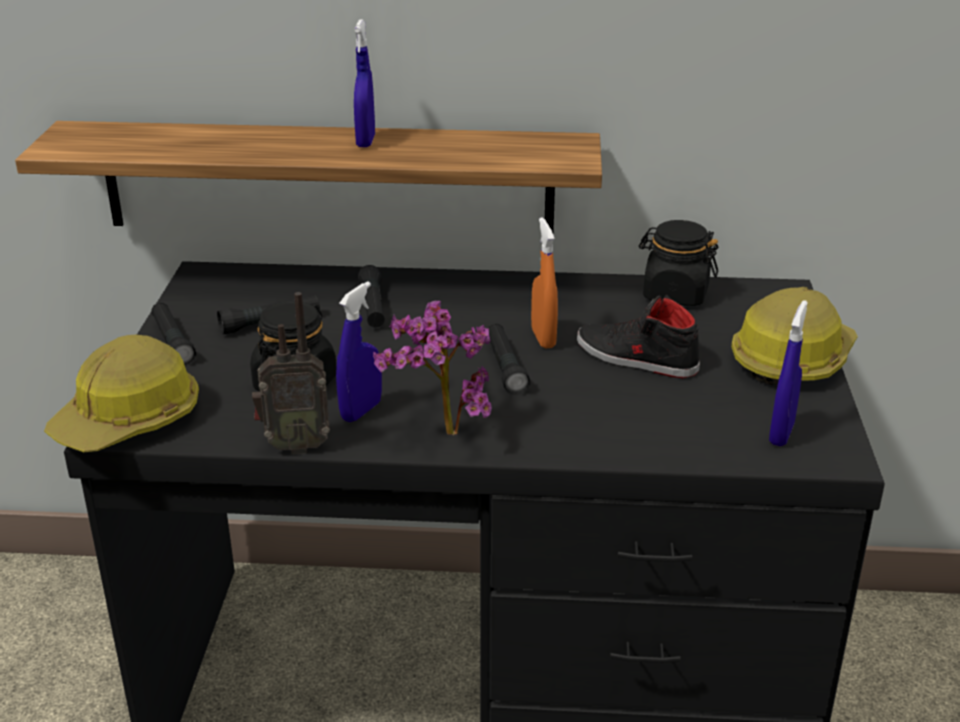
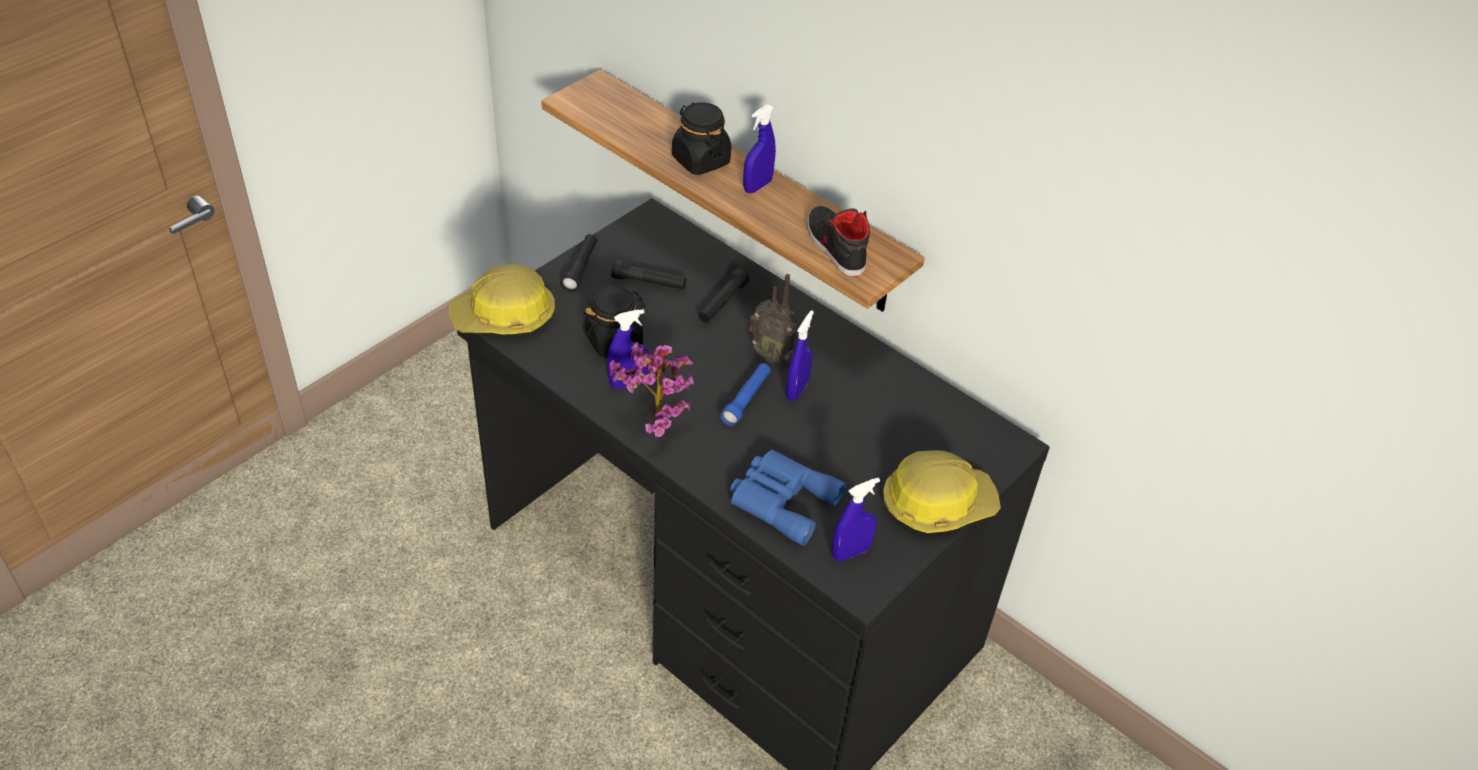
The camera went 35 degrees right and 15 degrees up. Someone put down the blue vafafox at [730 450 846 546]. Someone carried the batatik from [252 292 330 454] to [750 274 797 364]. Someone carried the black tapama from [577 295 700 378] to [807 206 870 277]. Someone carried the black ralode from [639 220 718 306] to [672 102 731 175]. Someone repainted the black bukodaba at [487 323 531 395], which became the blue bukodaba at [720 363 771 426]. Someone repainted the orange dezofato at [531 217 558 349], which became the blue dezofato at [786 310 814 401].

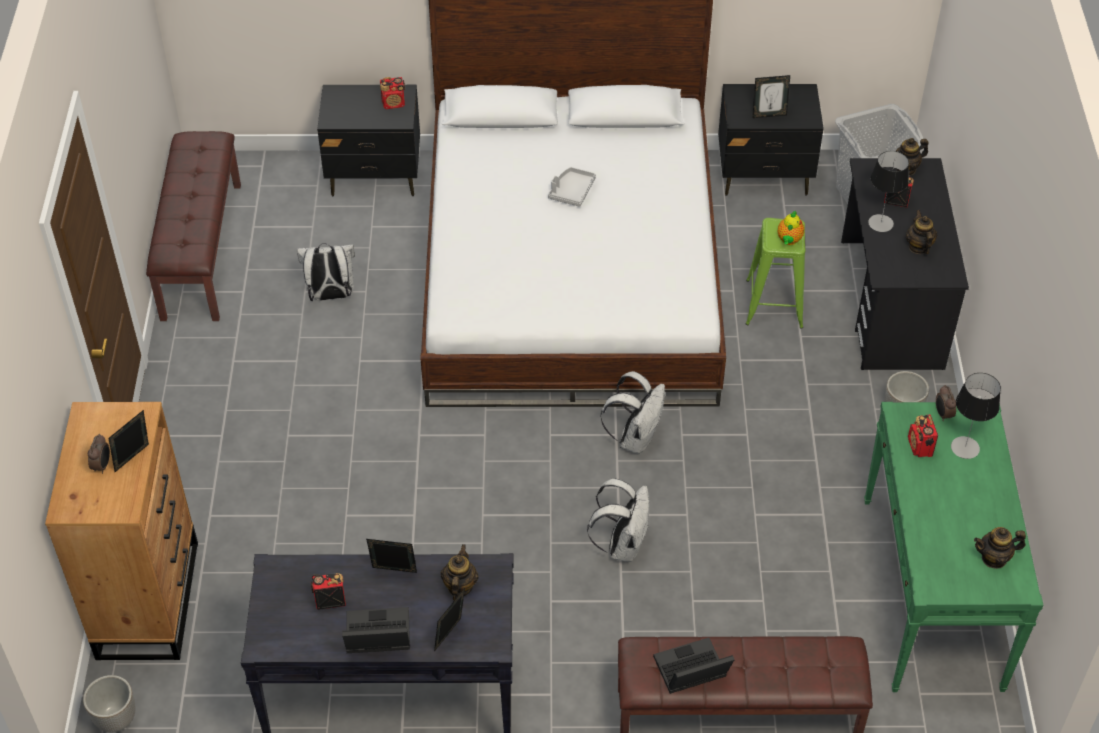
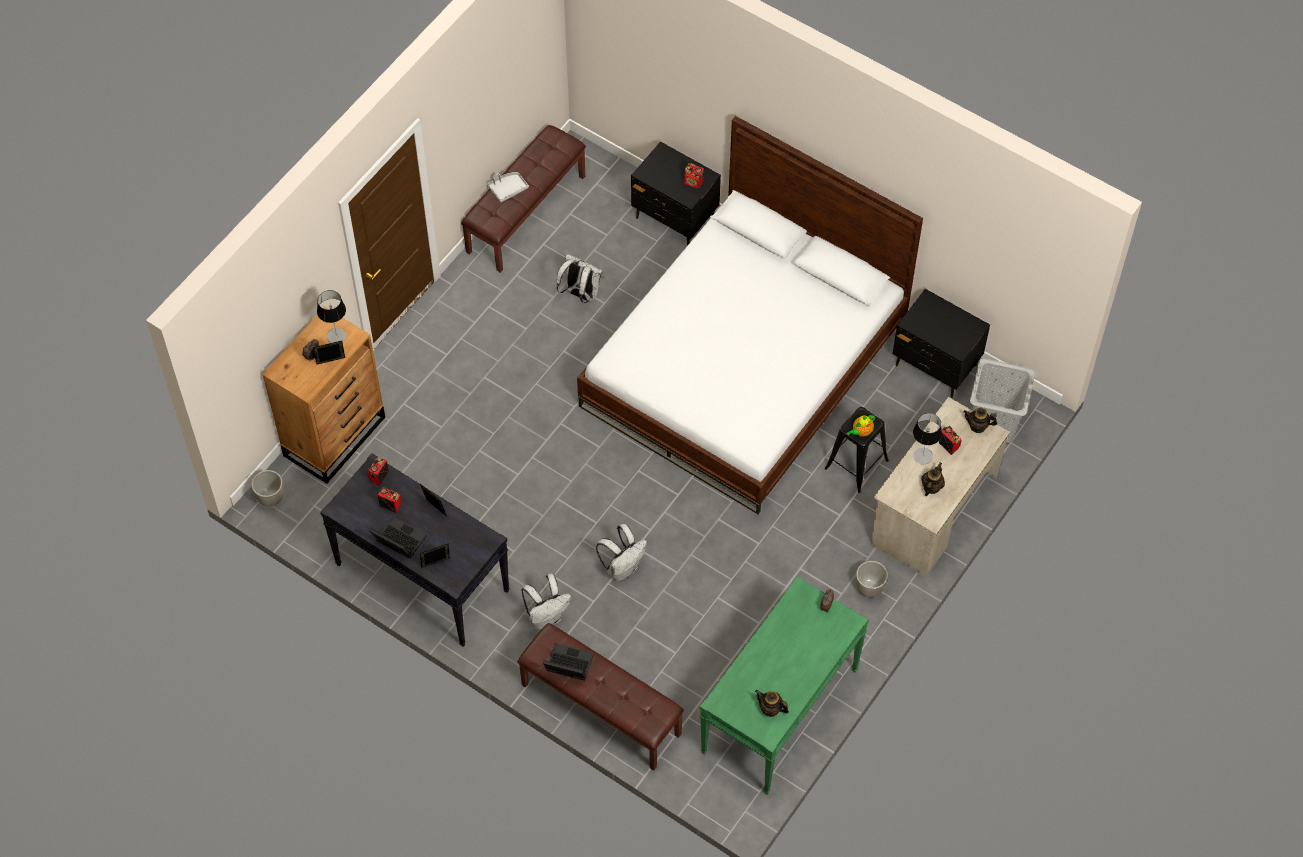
The camera went 35 degrees right and 10 degrees up. Someone took away the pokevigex at [441 544 479 600]. Someone took away the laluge at [752 75 790 118]. Someone carried the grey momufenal from [548 167 596 207] to [487 172 529 202]. Someone carried the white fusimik from [600 371 665 454] to [521 574 571 629]. Someone carried the batatik from [908 415 938 457] to [368 457 389 486]. Someone carried the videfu from [951 373 1001 459] to [317 290 346 343]. Someone repainted the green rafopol at [746 218 805 329], which became the black rafopol at [824 407 889 493]. Someone repainted the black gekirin at [841 158 969 370], which became the beige gekirin at [871 397 1010 577].

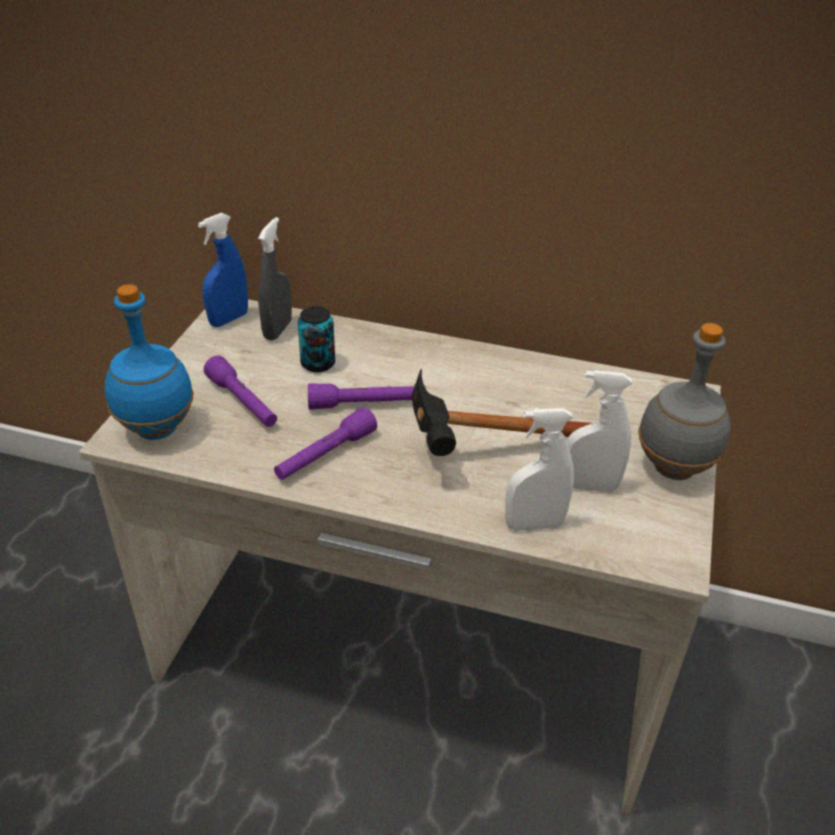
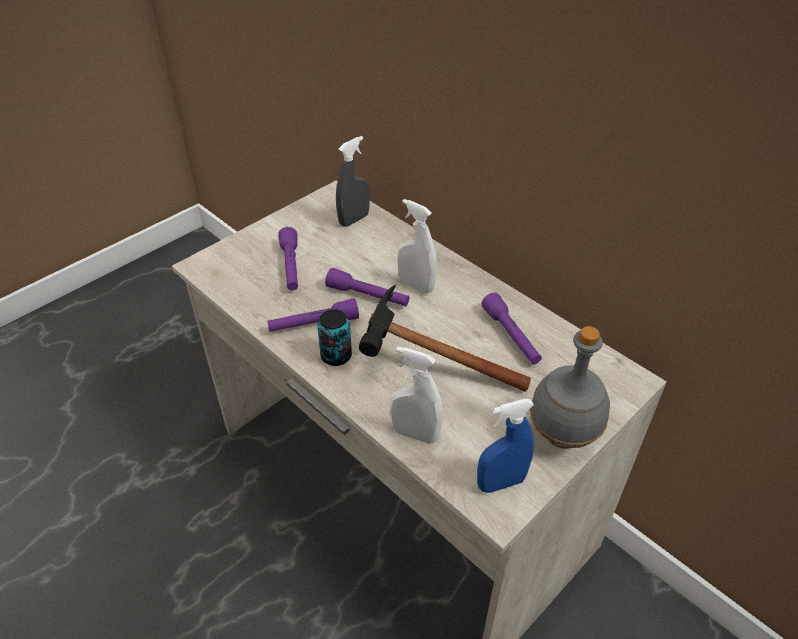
The camera went 30 degrees right and 5 degrees up. Someone took away the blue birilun at [105 284 194 440]. Someone put down the purple bukodaba at [481 293 542 364]. Someone carried the blue dezofato from [198 213 248 327] to [477 399 534 493]. Someone carried the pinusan from [298 306 335 372] to [317 309 352 366]. Someone carried the white dezofato from [567 370 632 492] to [398 199 437 294].

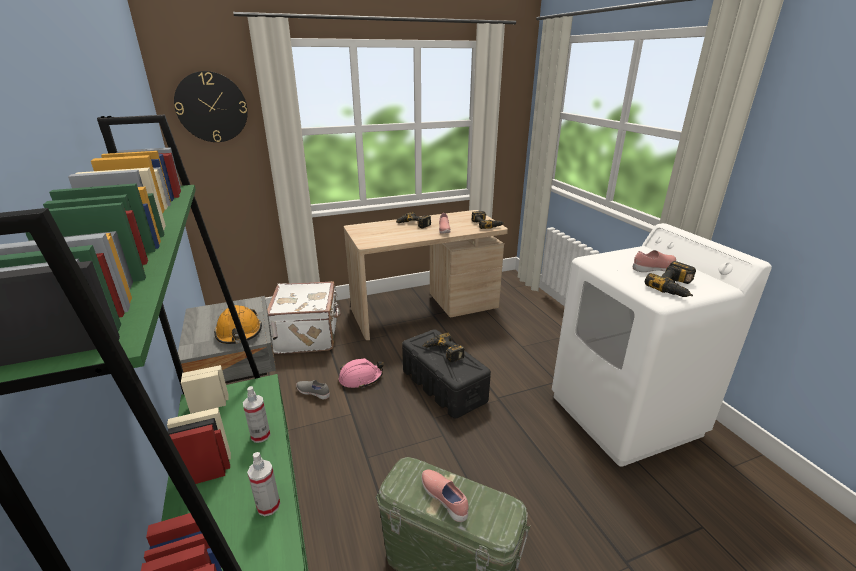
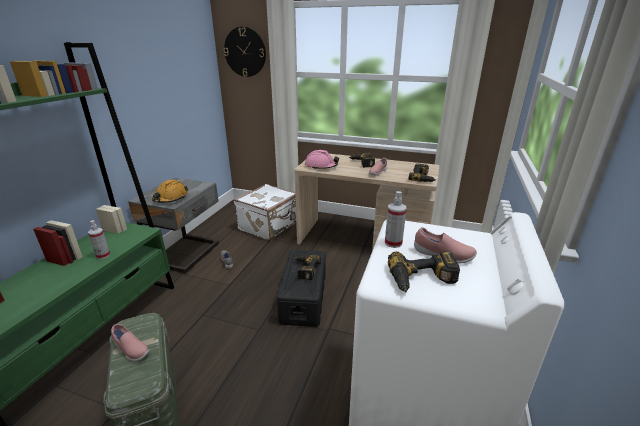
The camera went 40 degrees right and 0 degrees up. Someone carried the dezofato from [247 452 280 516] to [385 191 407 248]. Someone carried the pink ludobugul from [339 358 384 389] to [305 150 339 170]. Someone rotated the pink tapama at [421 470 469 522] by 120 degrees clockwise.

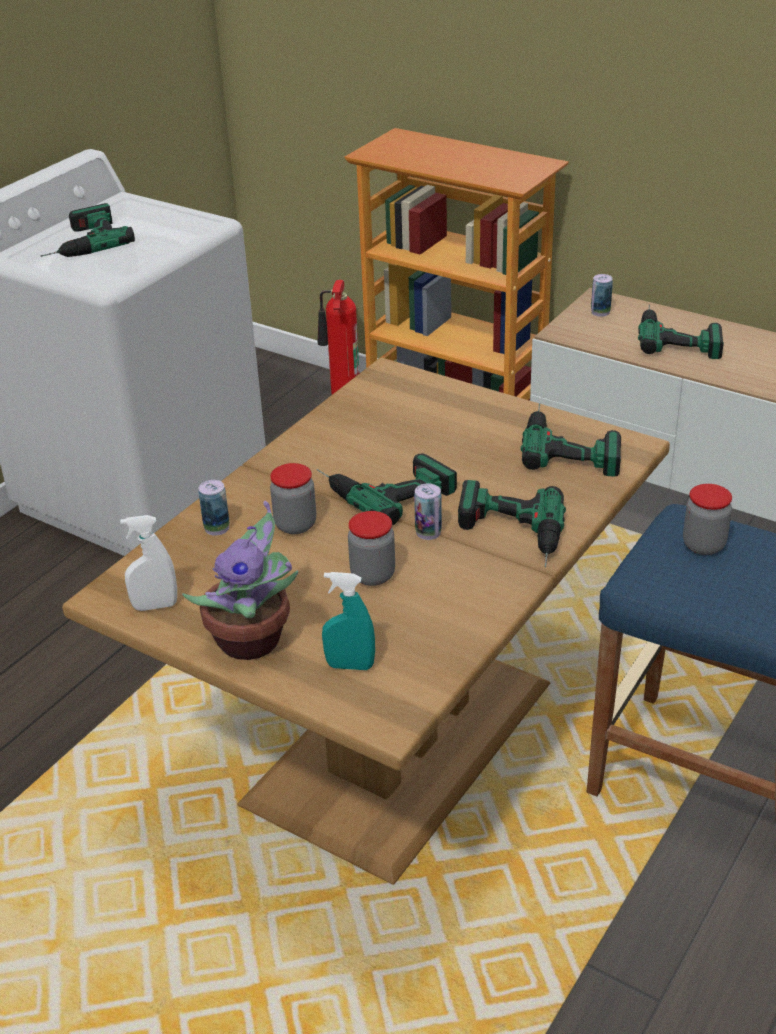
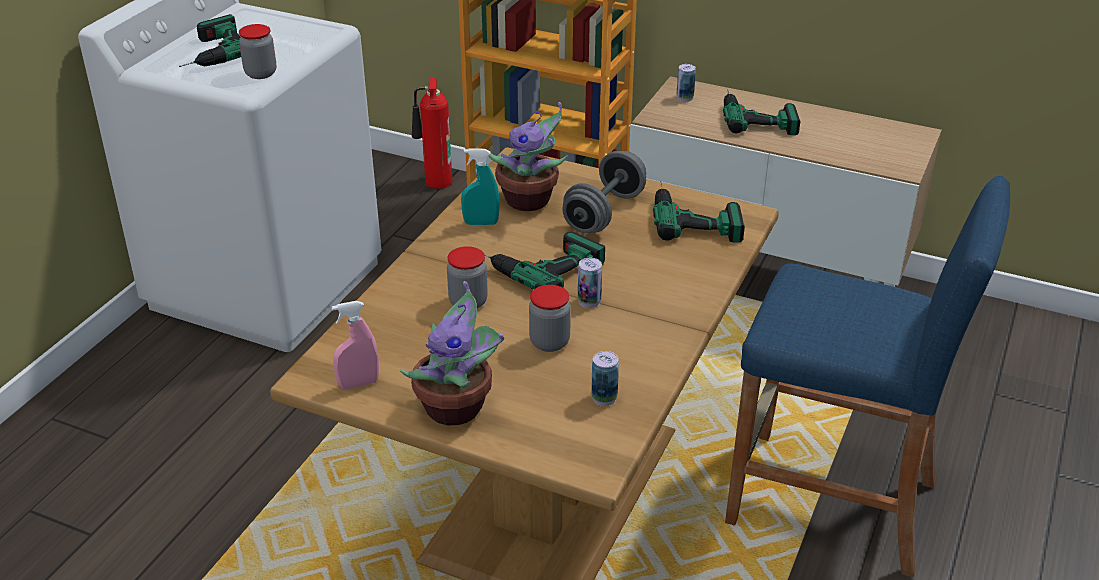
The camera went 10 degrees left and 0 degrees up. Someone took away the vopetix at [458 480 566 568]. Someone put down the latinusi at [489 102 568 211]. Someone put down the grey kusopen at [562 151 646 233]. Someone carried the pinusan from [199 480 230 536] to [591 351 619 406]. Someone carried the turquoise dezofato from [322 572 375 670] to [461 149 499 225]. Someone carried the ralode from [683 484 732 555] to [239 24 276 79]. Someone repainted the white dezofato at [120 515 177 611], which became the pink dezofato at [332 301 379 389].

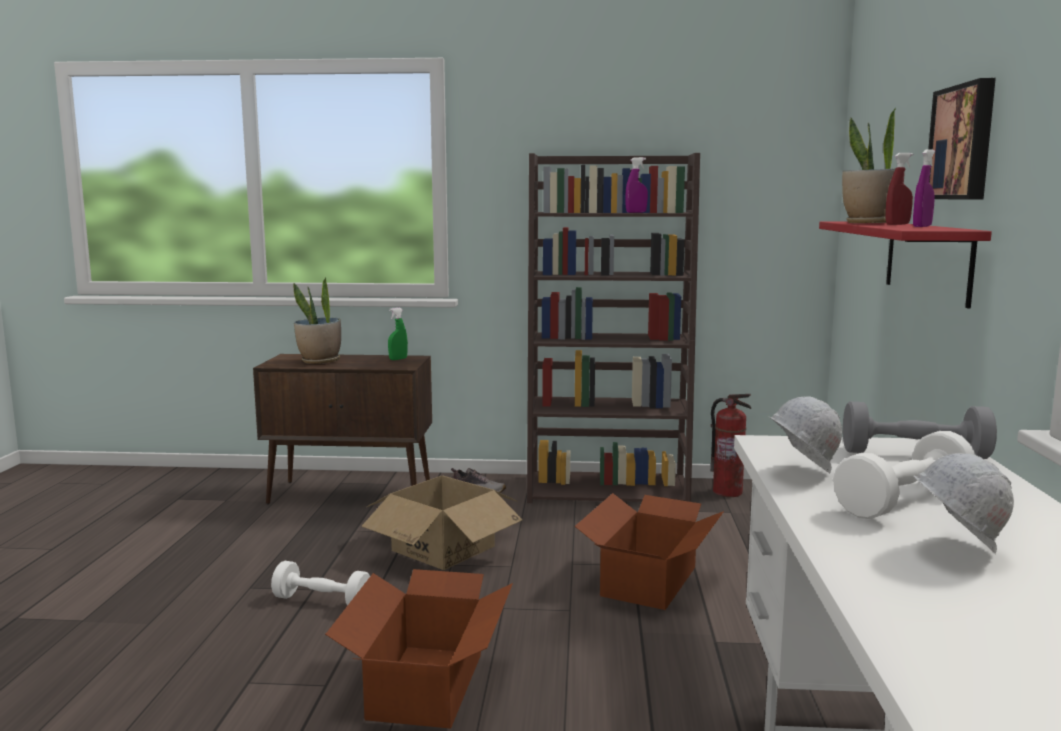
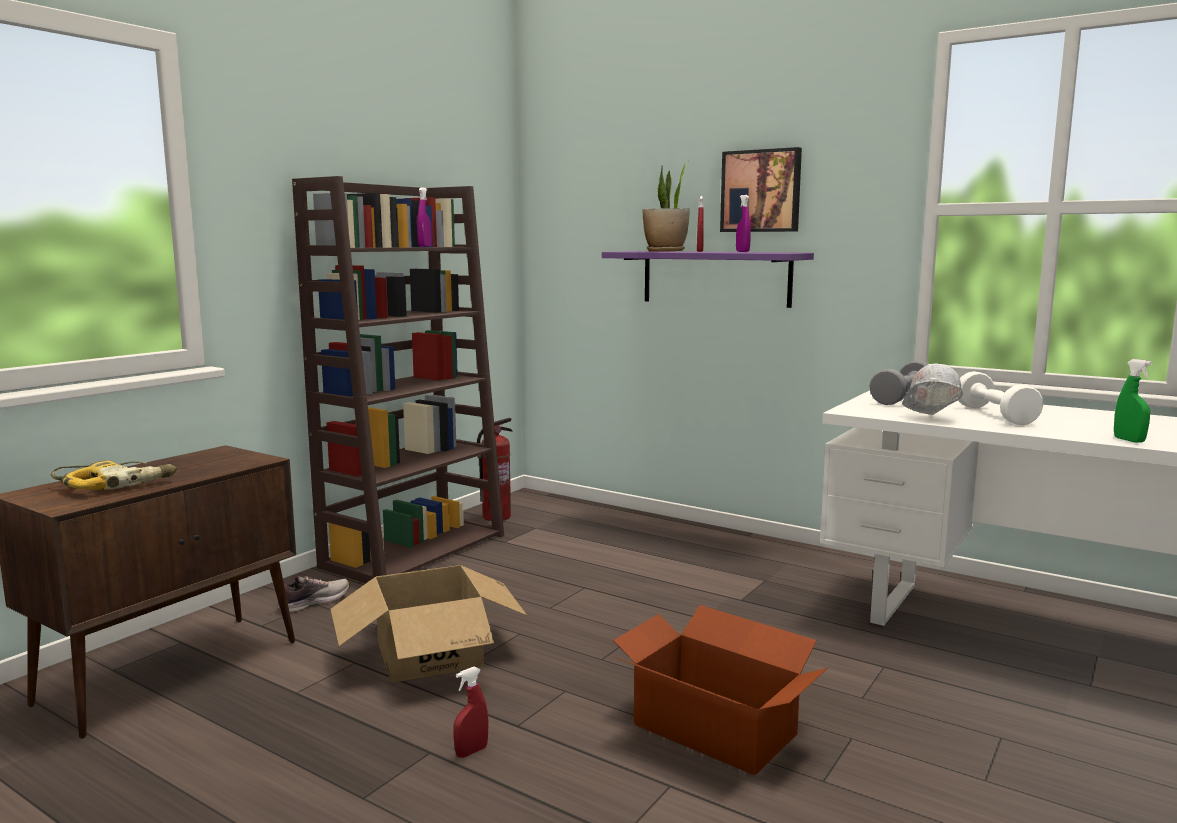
The camera went 60 degrees left and 0 degrees up. Someone took away the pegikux at [574 493 724 610]. Someone took away the white ludobugul at [913 453 1014 553]. Someone carried the green dezofato from [388 308 408 360] to [1114 359 1152 443]. Someone swapped the white kusopen at [271 561 370 606] for the red dezofato at [453 667 489 758]. Someone swapped the latinusi at [293 278 341 364] for the vopetix at [50 460 177 490]. Someone repainted the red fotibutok at [819 222 992 309], which became the purple fotibutok at [602 251 814 308].

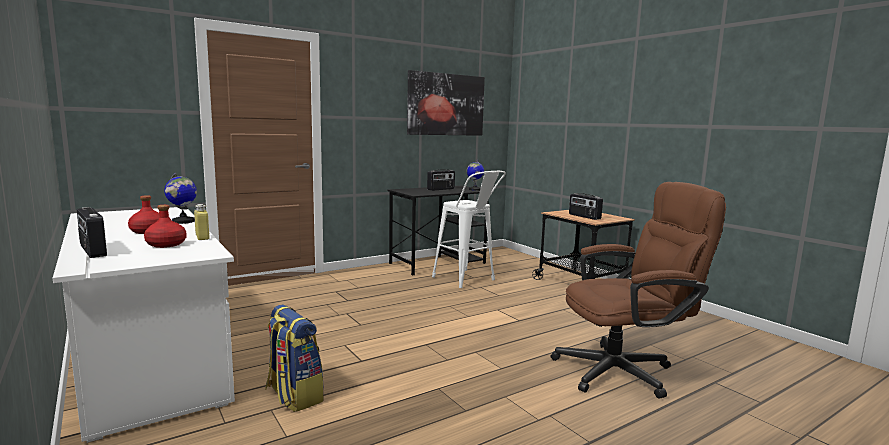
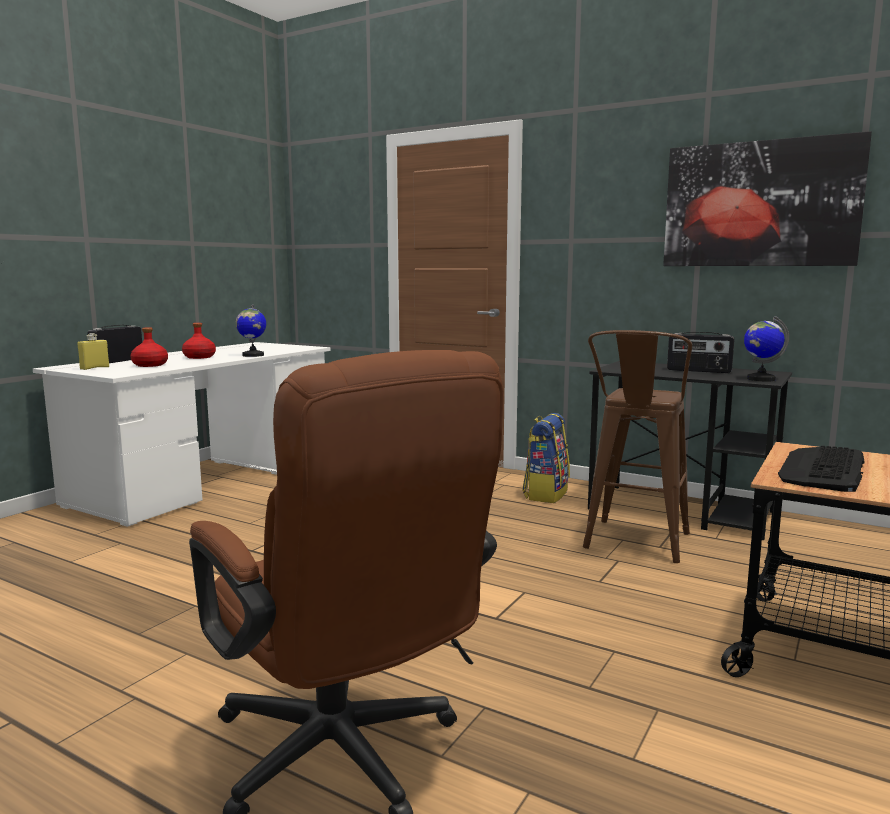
The camera went 65 degrees right and 0 degrees up. Someone carried the yellow birilun from [194 204 209 240] to [78 333 109 370]. Someone carried the fusimik from [265 305 324 412] to [522 413 570 503]. Someone swapped the batatik at [569 193 603 220] for the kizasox at [778 446 864 492]. Someone repainted the white rafopol at [432 171 506 288], which became the brown rafopol at [583 330 692 563].

